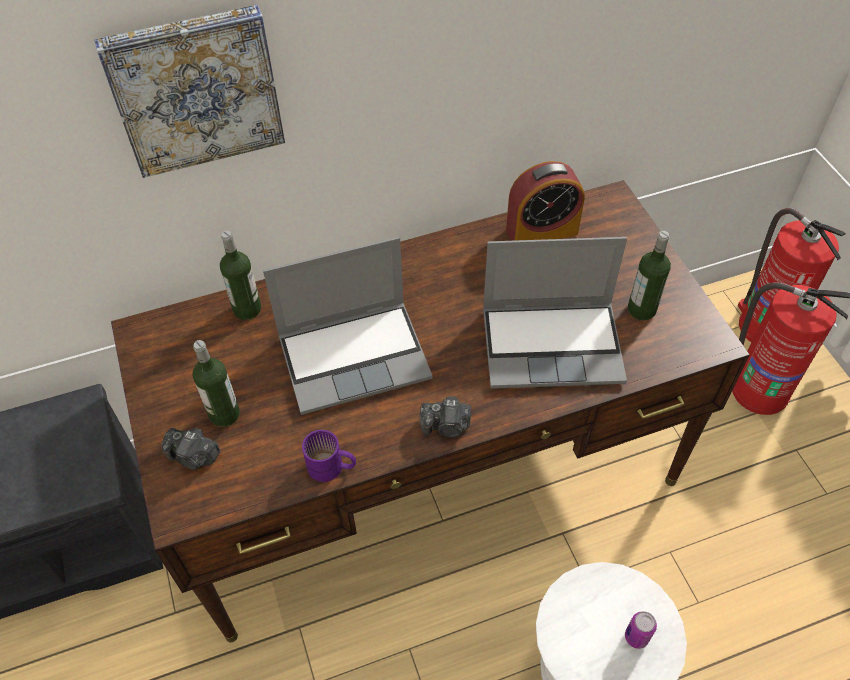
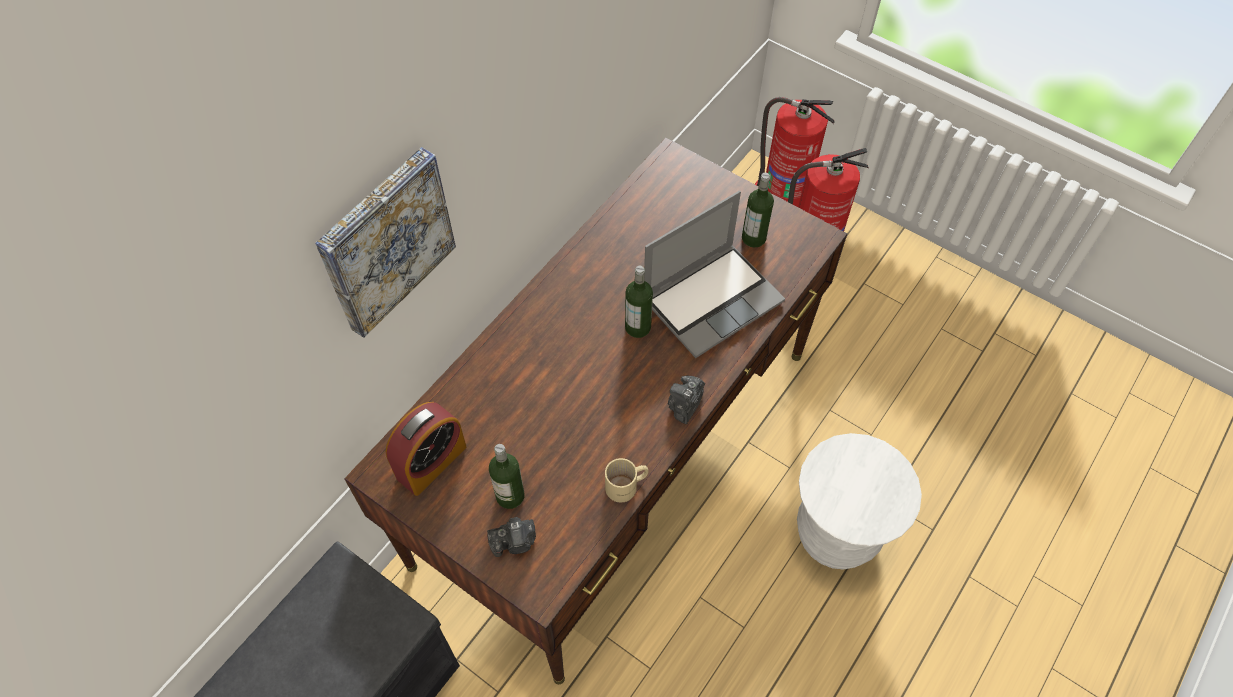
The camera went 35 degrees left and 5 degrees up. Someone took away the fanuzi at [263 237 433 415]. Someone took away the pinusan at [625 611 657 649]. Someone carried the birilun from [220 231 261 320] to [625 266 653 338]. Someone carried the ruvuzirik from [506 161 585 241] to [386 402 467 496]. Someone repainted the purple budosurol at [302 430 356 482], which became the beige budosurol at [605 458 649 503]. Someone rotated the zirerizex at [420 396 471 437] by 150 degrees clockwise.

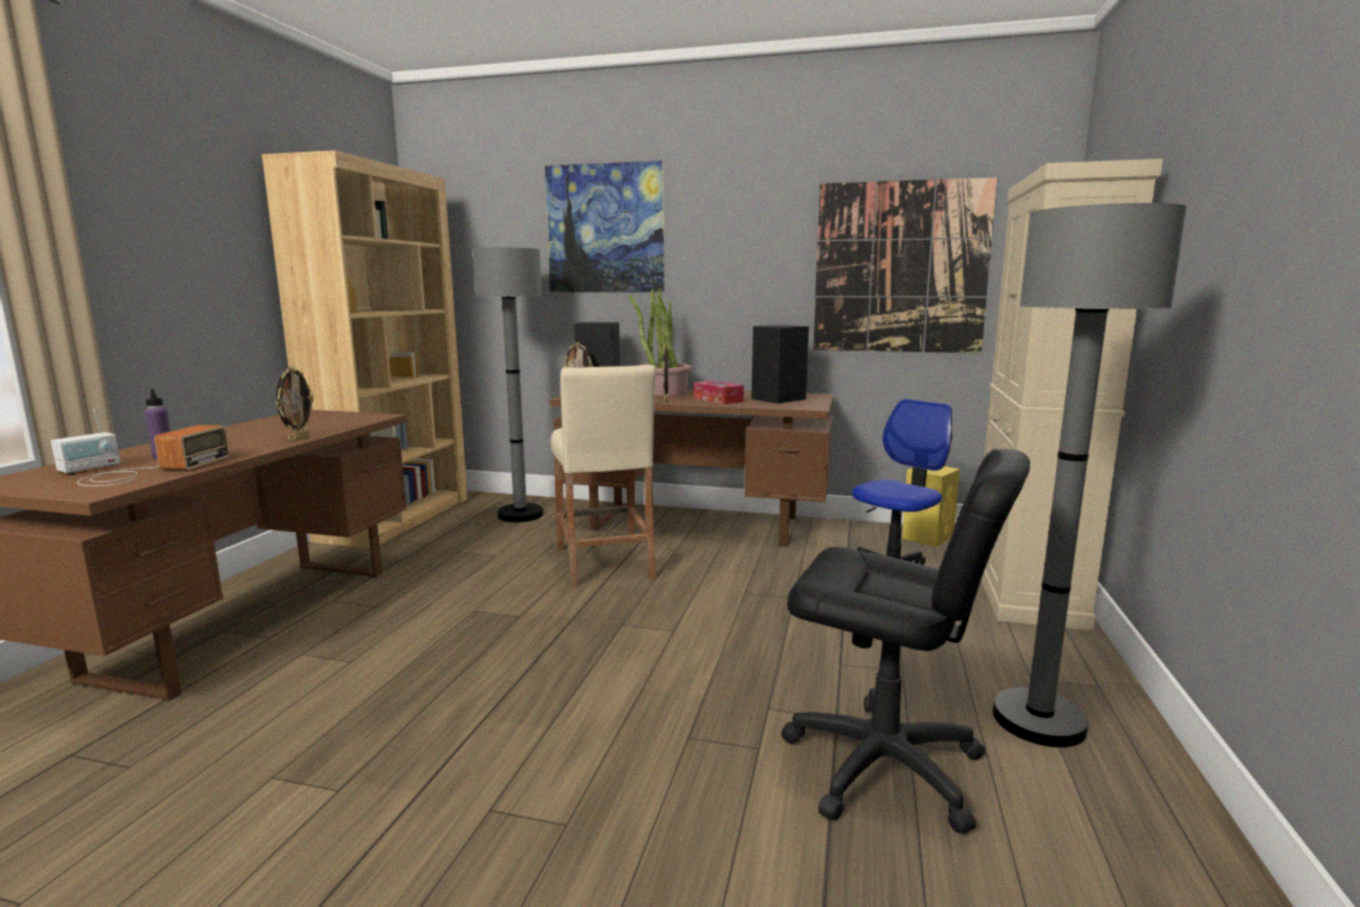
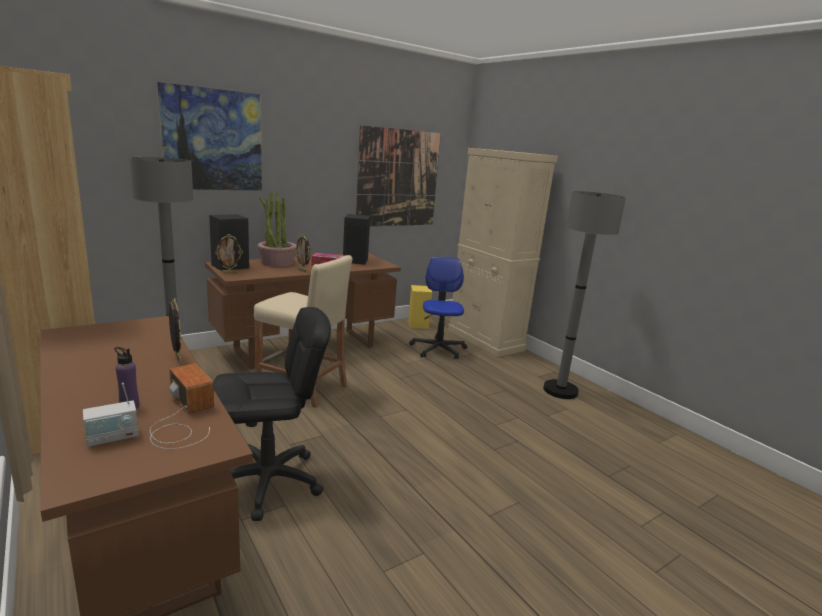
The camera went 50 degrees left and 5 degrees up. Someone carried the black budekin from [781 449 1030 834] to [213 307 331 521]. Someone rotated the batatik at [51 409 121 474] by 75 degrees clockwise.

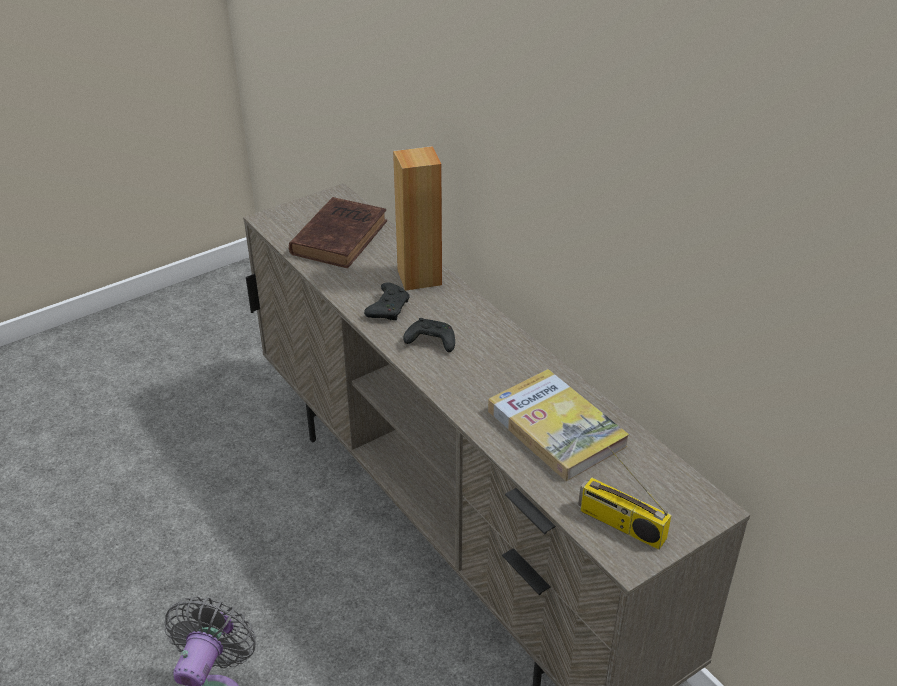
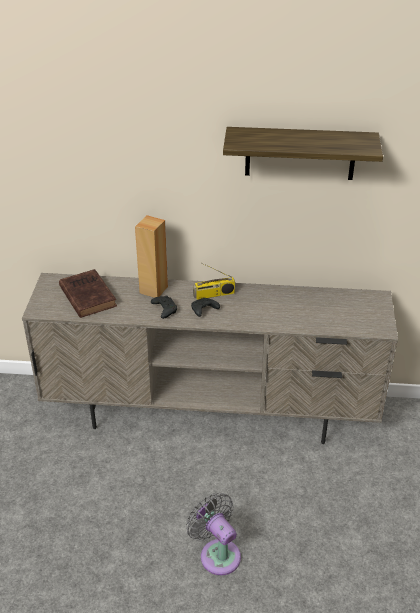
The camera went 50 degrees left and 0 degrees up. Someone took away the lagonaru at [488 369 629 481]. Someone put up the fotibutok at [223 127 383 180]. Someone carried the batatik from [578 446 671 550] to [193 263 235 300].

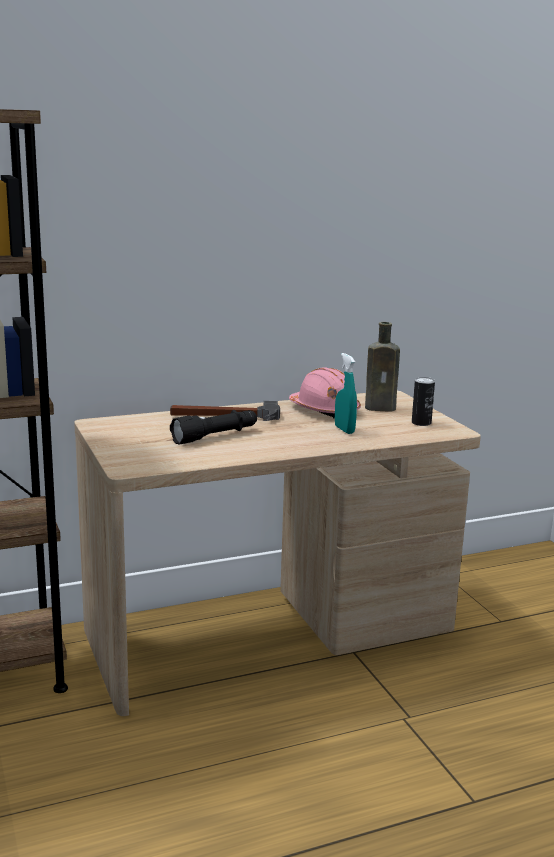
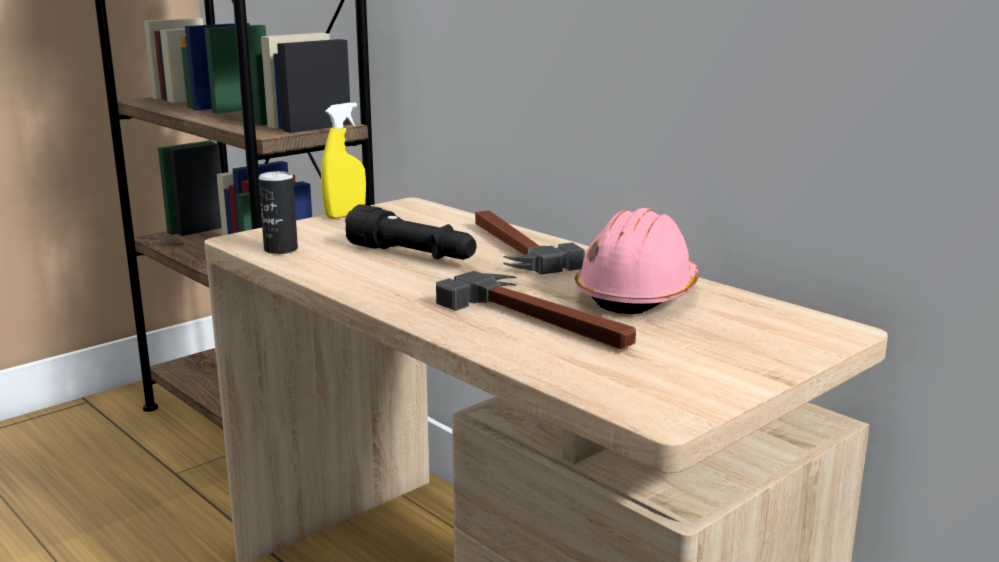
The camera went 70 degrees right and 0 degrees up. Someone took away the brown birilun at [365 322 400 412]. Someone put down the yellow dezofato at [321 103 366 219]. Someone carried the pinusan from [412 377 435 426] to [258 171 298 254]. Someone swapped the turquoise dezofato at [335 353 357 434] for the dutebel at [436 271 636 350].

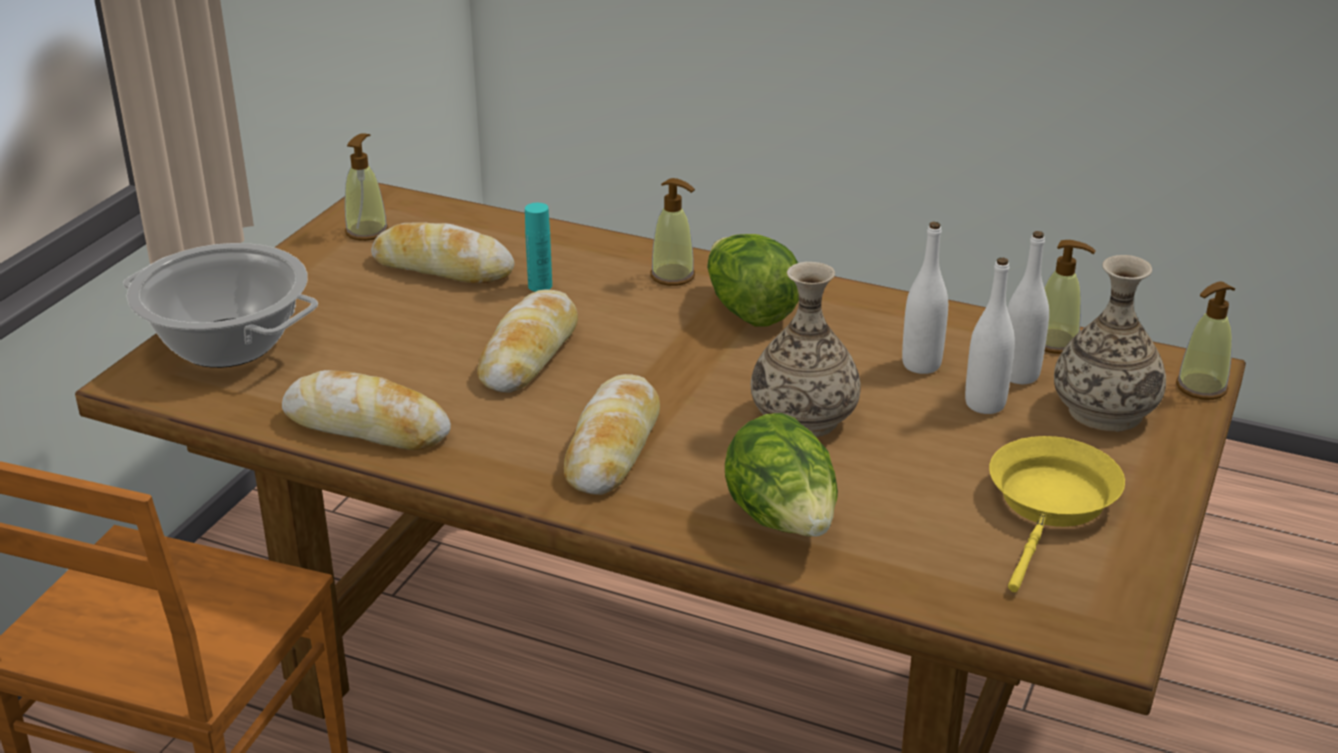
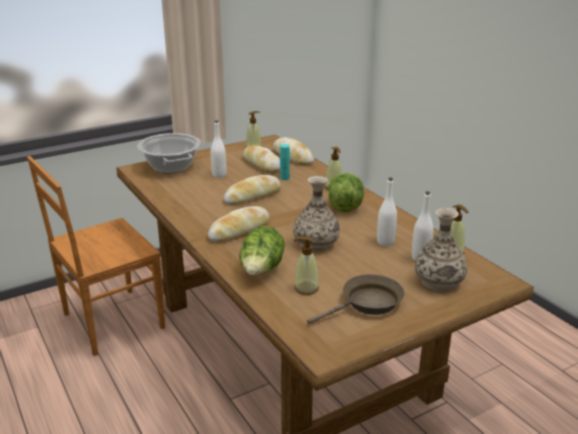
The camera went 35 degrees right and 5 degrees down. Someone carried the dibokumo from [282 370 451 451] to [273 137 314 165]. Someone carried the white birilun from [965 258 1015 414] to [211 121 226 178]. Someone carried the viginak from [1176 281 1235 400] to [294 237 319 295]. Someone repainted the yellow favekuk at [989 436 1125 592], which became the brown favekuk at [307 274 405 324].

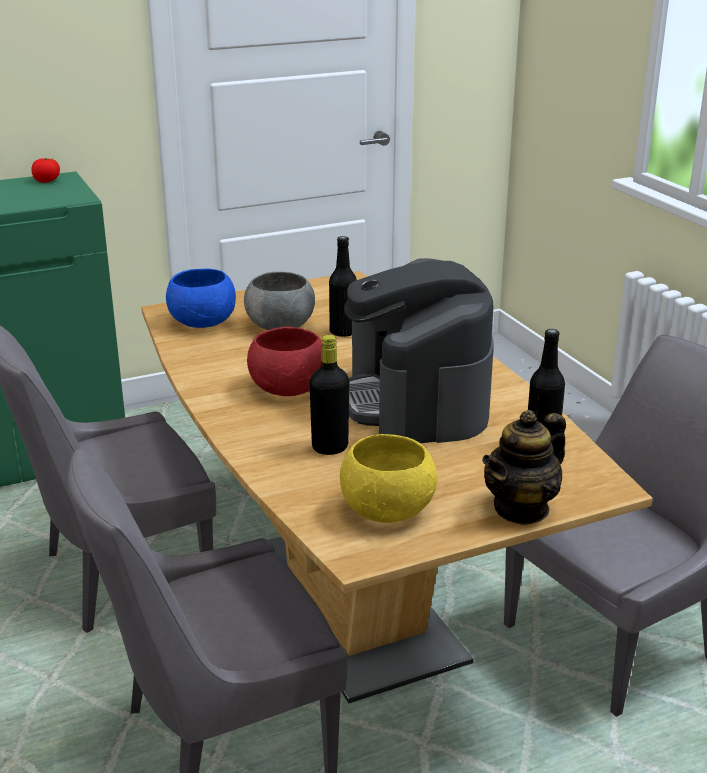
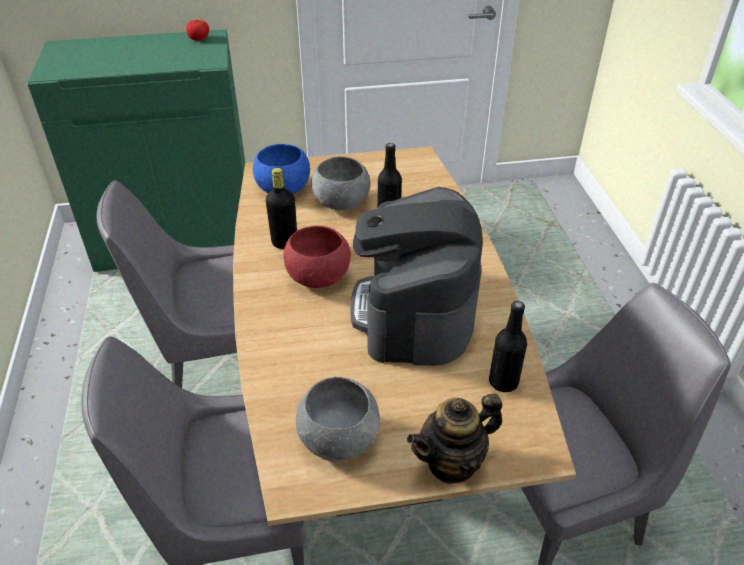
The camera went 15 degrees right and 15 degrees up. Someone carried the black birilun from [309 335 349 455] to [266 168 297 249]. Someone repainted the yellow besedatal at [340 434 437 523], which became the grey besedatal at [296 377 379 461].

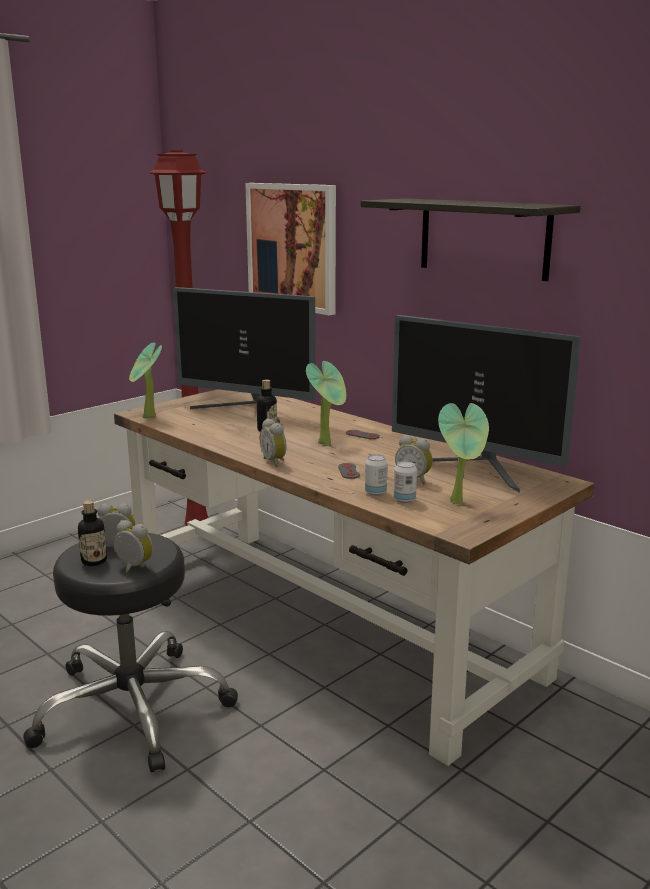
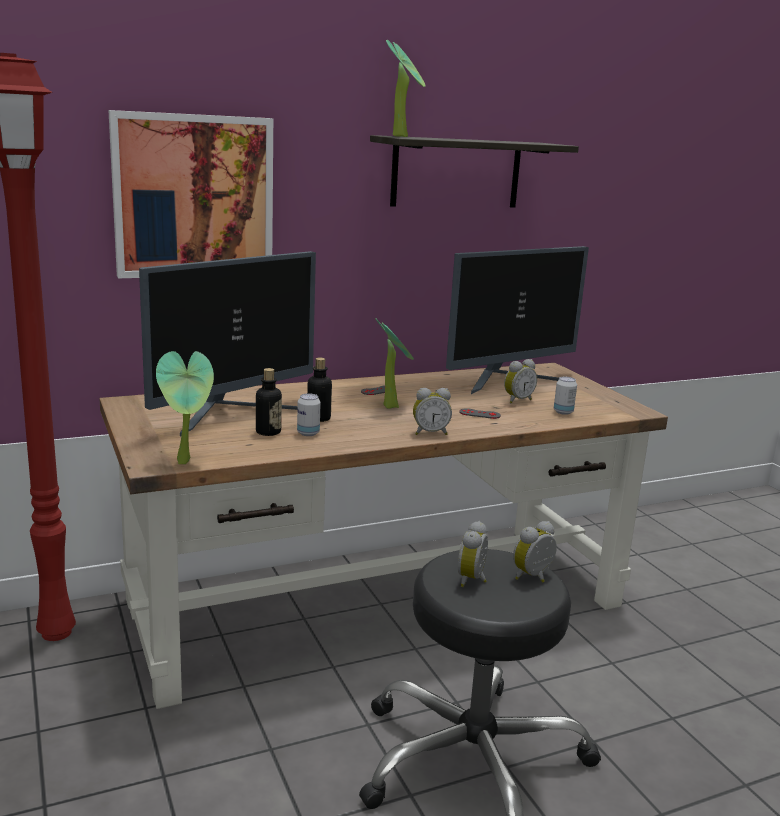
The camera went 70 degrees left and 0 degrees up. Someone carried the birilun from [78 500 107 566] to [256 368 282 436]. Someone carried the pinusan from [365 454 387 496] to [297 393 321 436]. Someone carried the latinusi from [438 403 489 504] to [386 40 426 137].

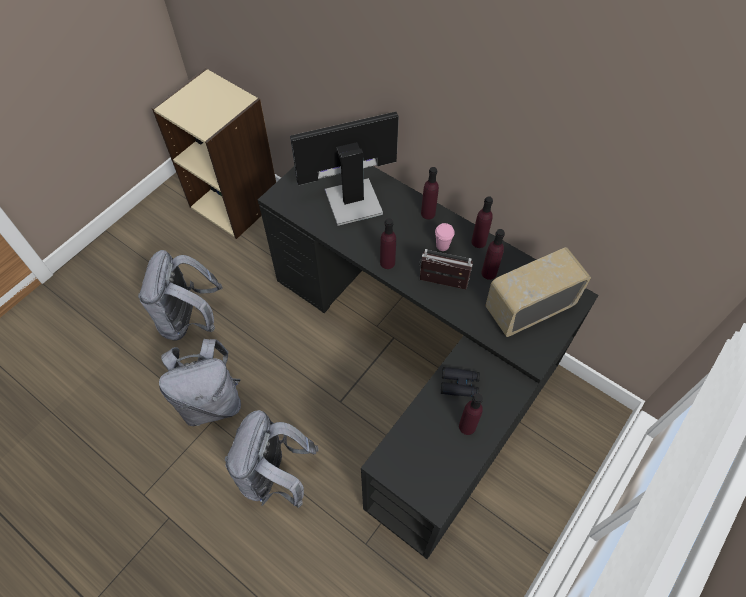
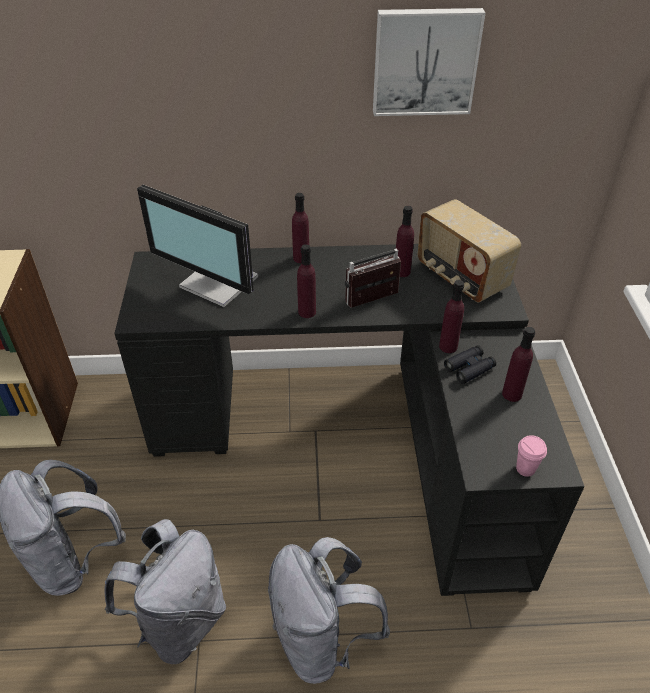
The camera went 40 degrees left and 15 degrees down. Someone put up the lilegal at [373 8 485 116]. Someone carried the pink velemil from [435 223 455 251] to [516 435 547 477]. Someone carried the purple birilun from [471 196 493 248] to [439 280 464 353]. Someone rotated the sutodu at [290 112 399 226] by 90 degrees counterclockwise. Someone rotated the batatik at [485 247 591 337] by 60 degrees counterclockwise.

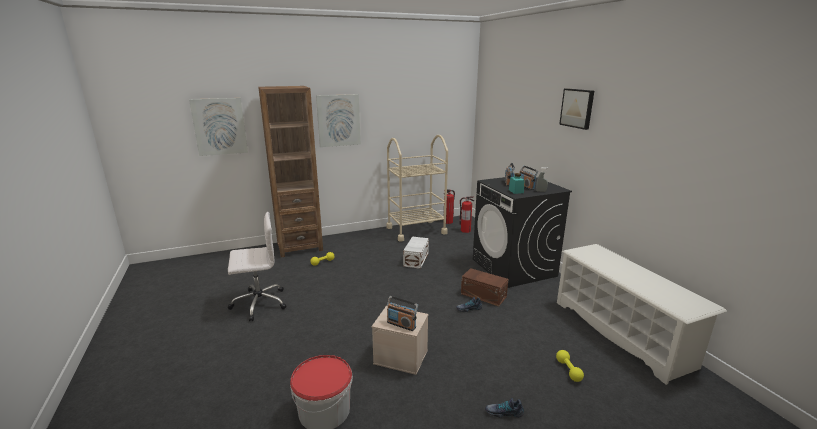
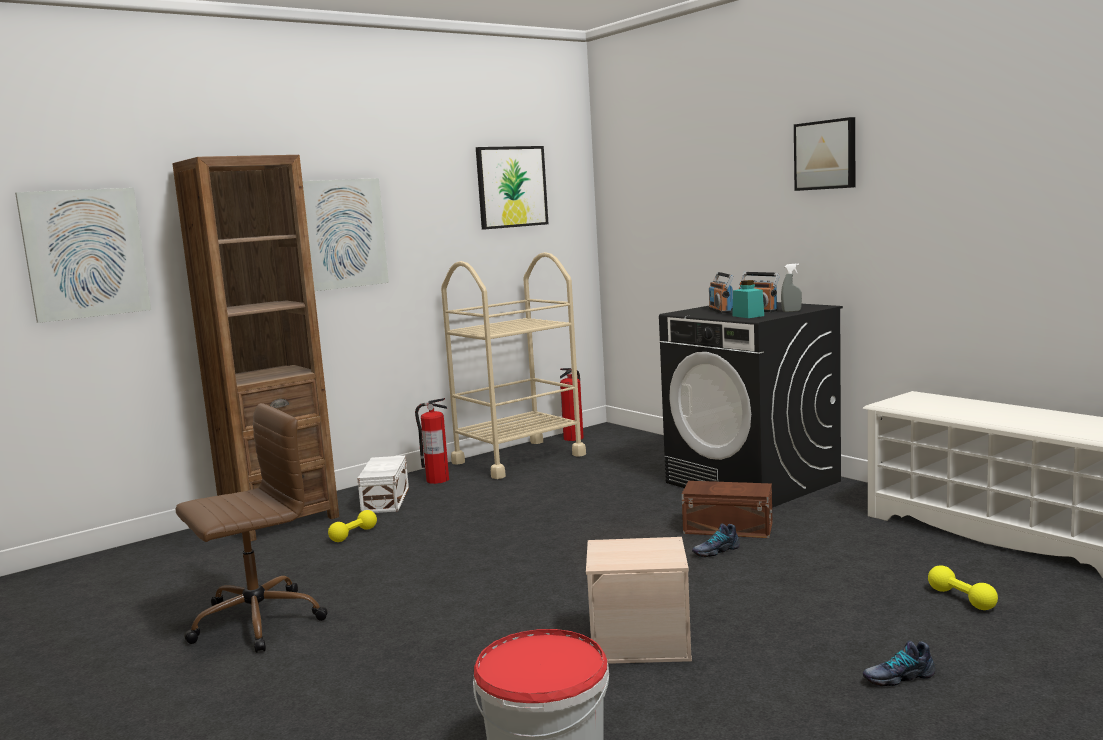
The camera went 15 degrees left and 10 degrees down. Someone took away the batatik at [387 296 418 331]. Someone put up the lilegal at [476 146 549 230]. Someone carried the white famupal from [403 237 429 269] to [357 455 409 513]. Someone carried the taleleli from [460 197 474 233] to [415 398 449 484]. Someone repainted the white budekin at [228 212 286 321], which became the brown budekin at [176 403 328 653].

